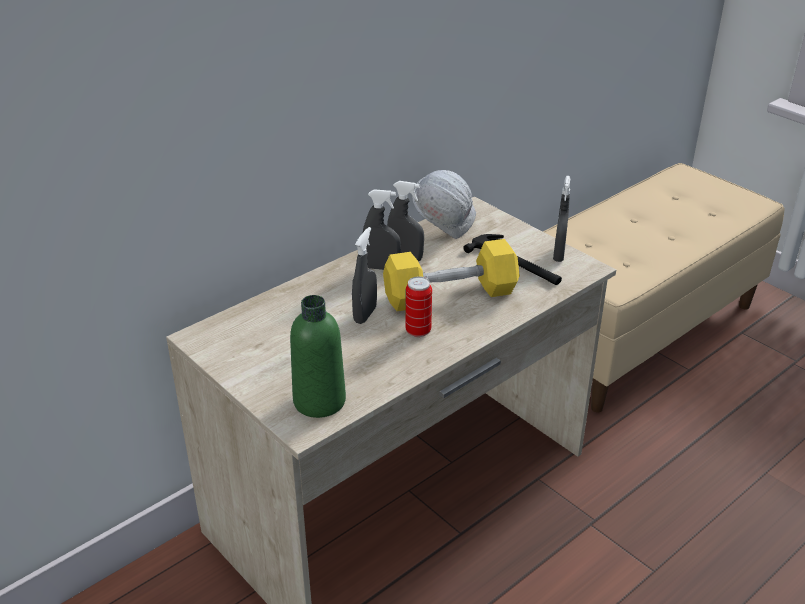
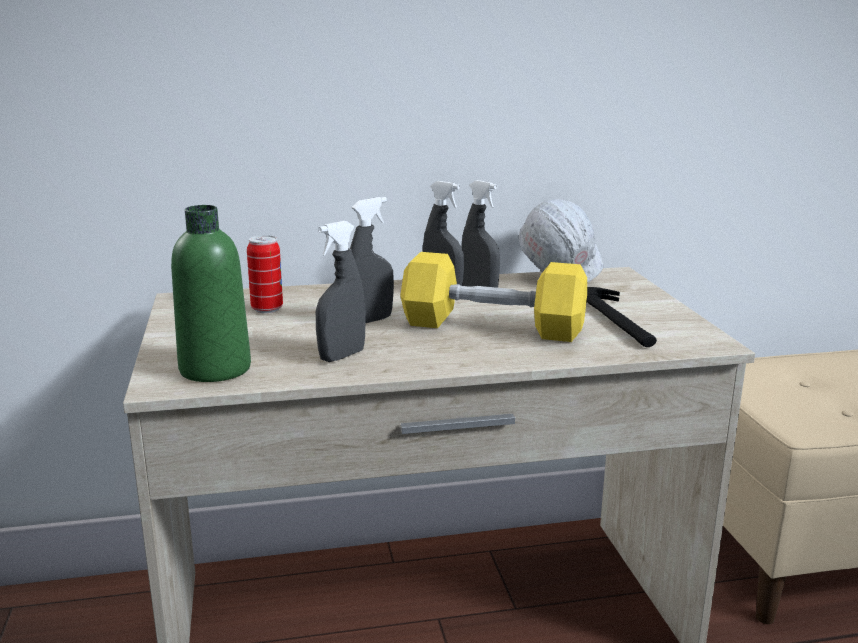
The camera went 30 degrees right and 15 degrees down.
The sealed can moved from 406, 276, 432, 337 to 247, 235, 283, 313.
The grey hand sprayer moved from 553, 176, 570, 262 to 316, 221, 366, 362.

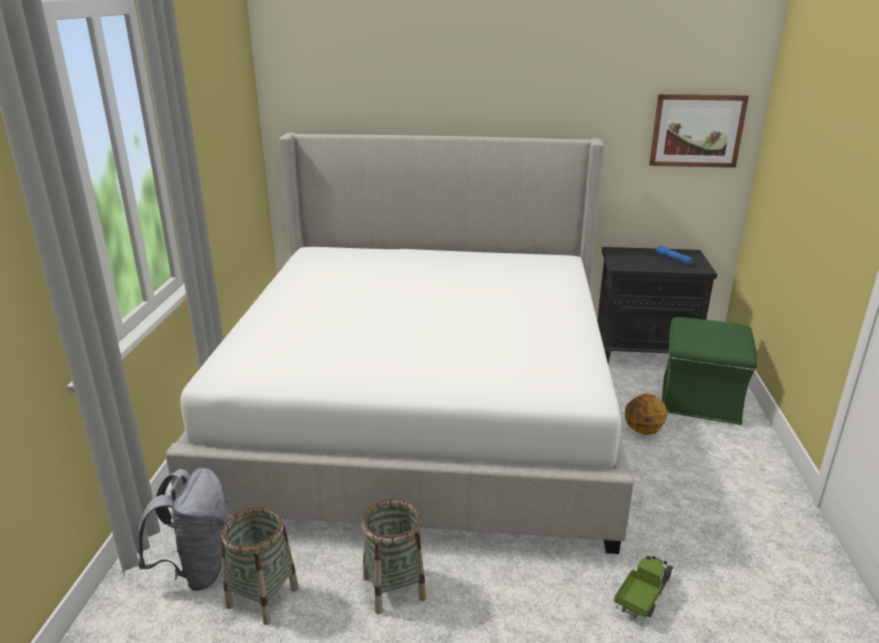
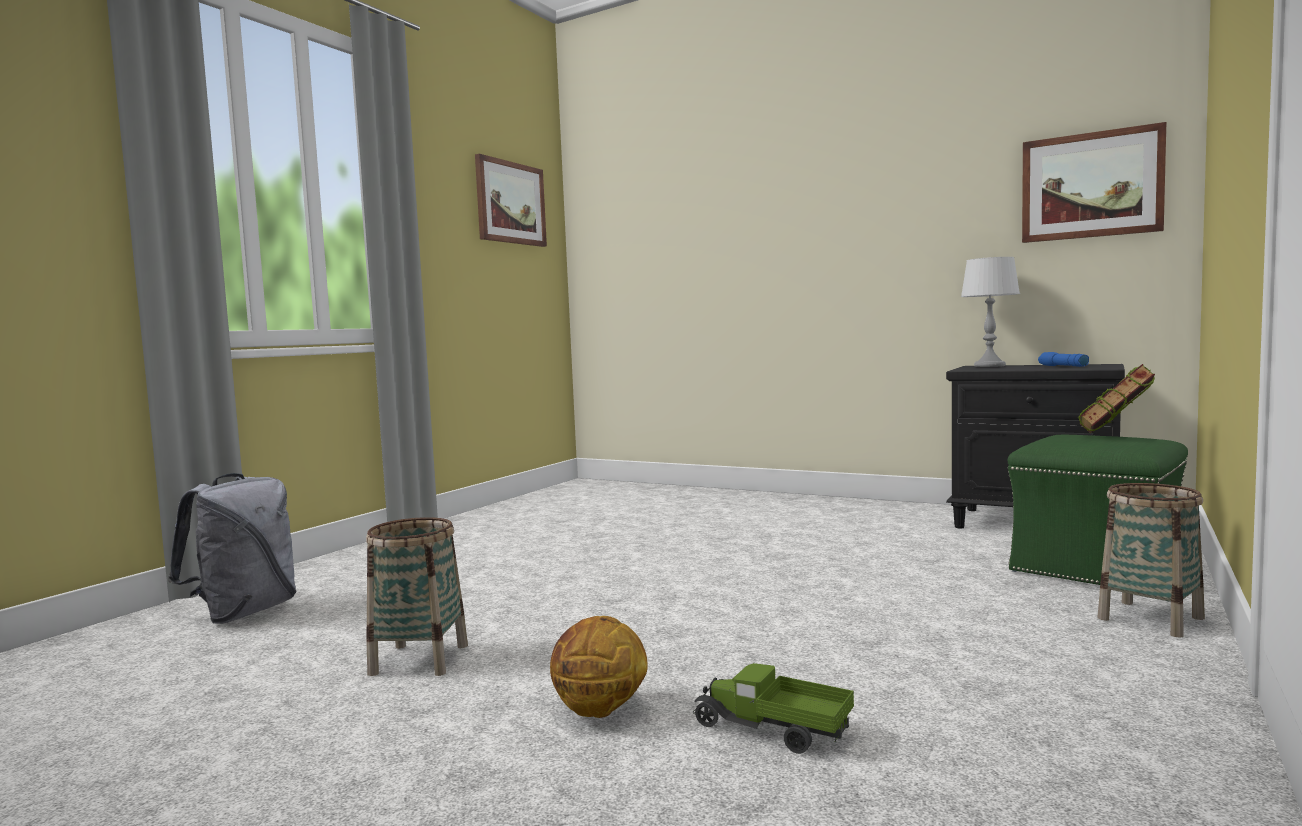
The camera went 25 degrees right and 20 degrees down.
The bedroom bed at 166, 133, 634, 554 disappeared.
The wall art at 475, 154, 547, 247 appeared.
The grey lamp for a table at 961, 257, 1020, 367 appeared.
The book at 1078, 364, 1155, 433 appeared.
The household basket moved from 221, 507, 299, 625 to 1098, 483, 1205, 638.
The basketball ball moved from 625, 393, 667, 435 to 550, 616, 648, 718.
The toy truck at 614, 556, 673, 618 turned 120 degrees counterclockwise.

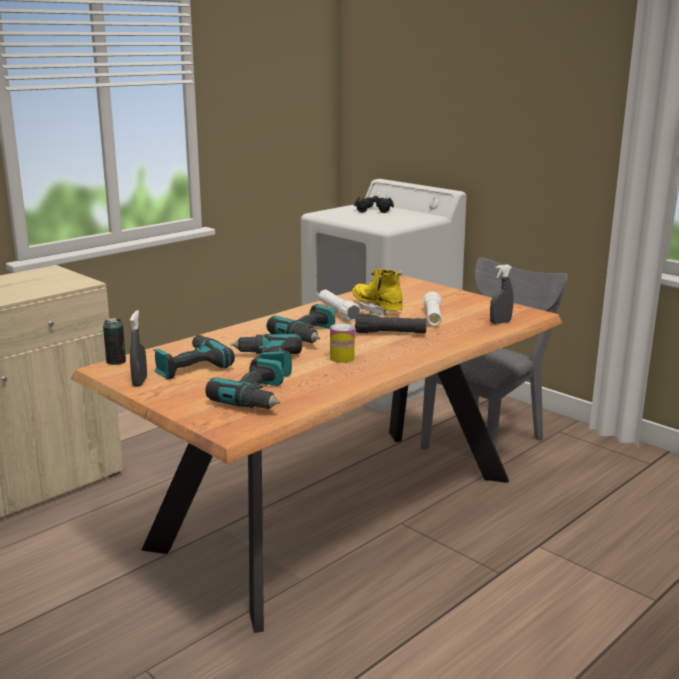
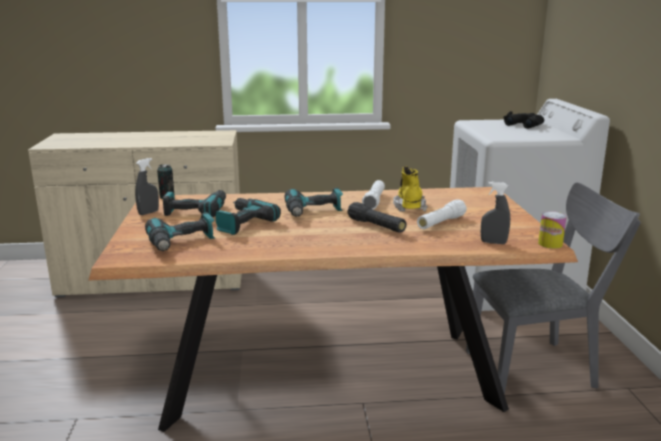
The camera went 40 degrees right and 0 degrees up.
The sealed can moved from 330, 323, 355, 363 to 538, 211, 567, 249.

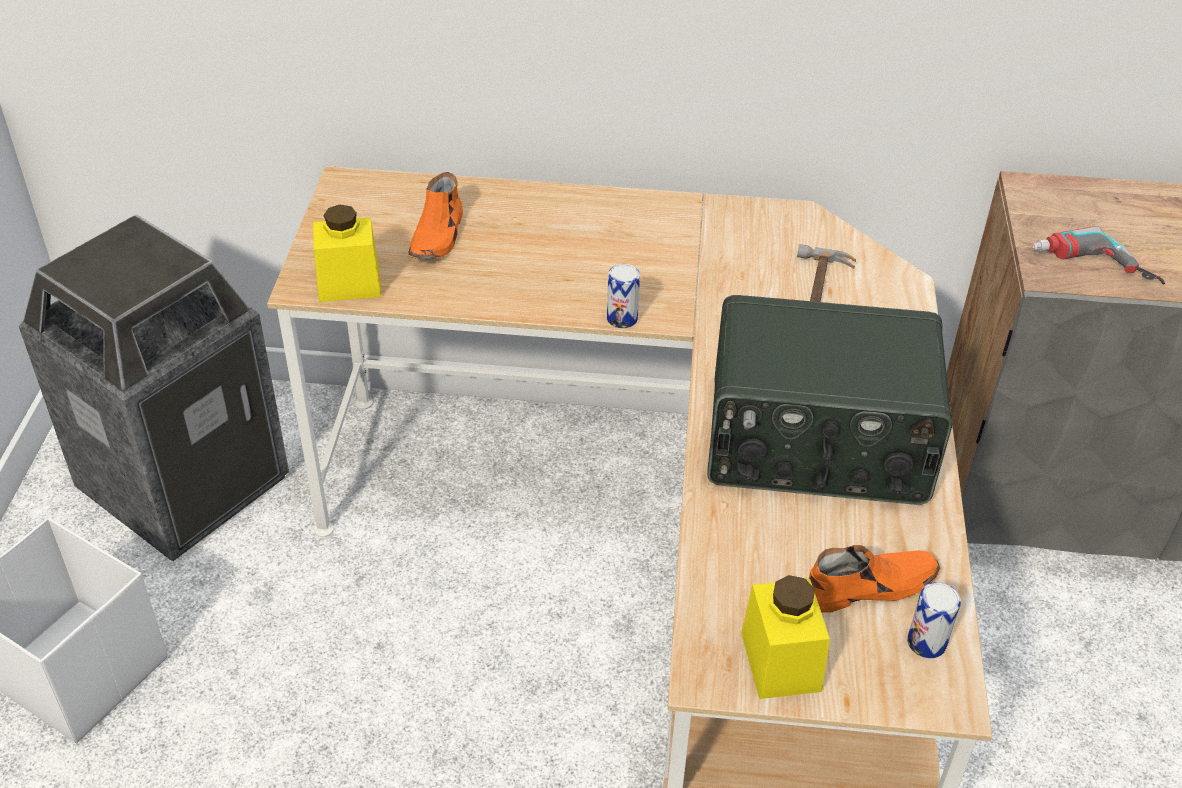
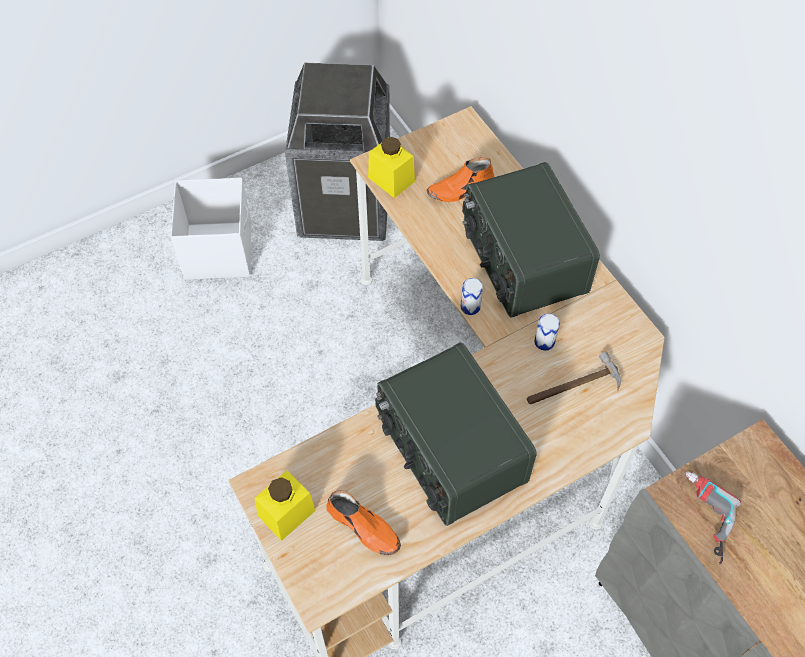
The camera went 55 degrees right and 15 degrees up.
The radio set at 462, 162, 600, 318 appeared.
The sealed can moved from 907, 582, 961, 658 to 534, 313, 560, 351.

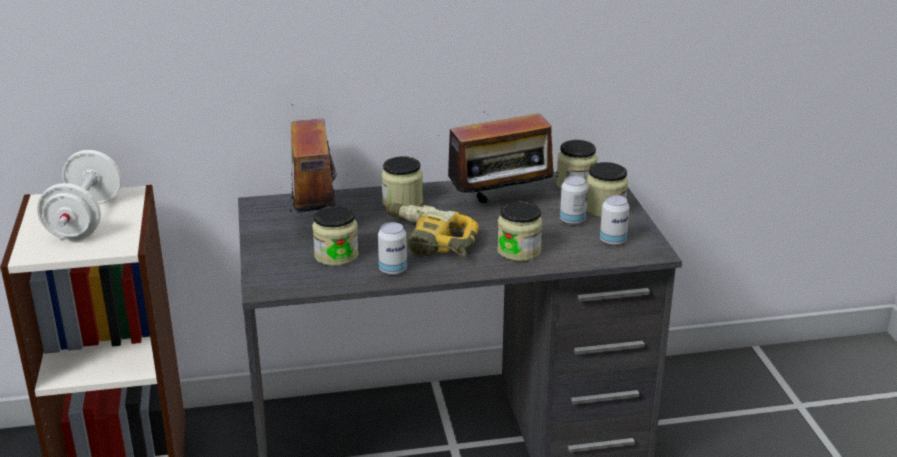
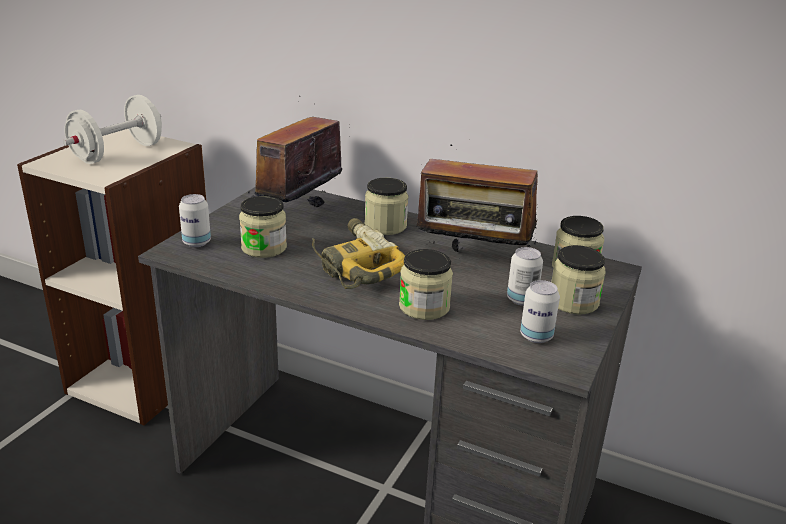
The camera went 35 degrees right and 0 degrees up.
The sealed can moved from 378, 222, 407, 275 to 179, 194, 211, 247.

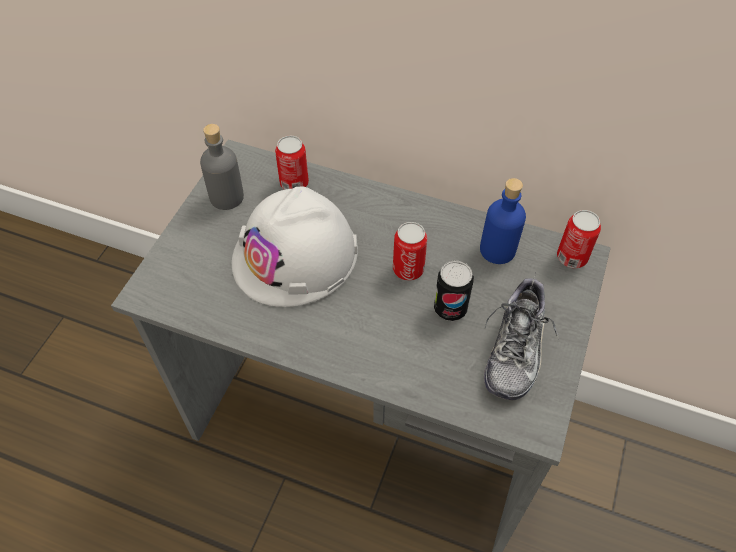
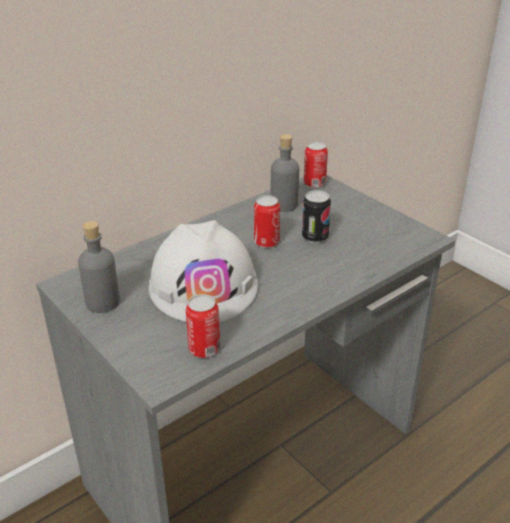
The camera went 60 degrees left and 20 degrees down.
The item of footwear at 484, 273, 559, 400 disappeared.
The sealed can moved from 275, 136, 309, 190 to 186, 294, 220, 358.
The blue-coloured beverage bottle at 480, 178, 526, 264 became the grey beverage bottle at 270, 134, 299, 212.

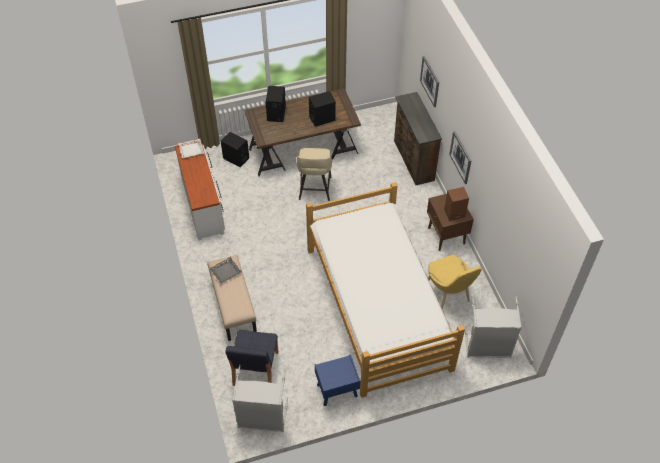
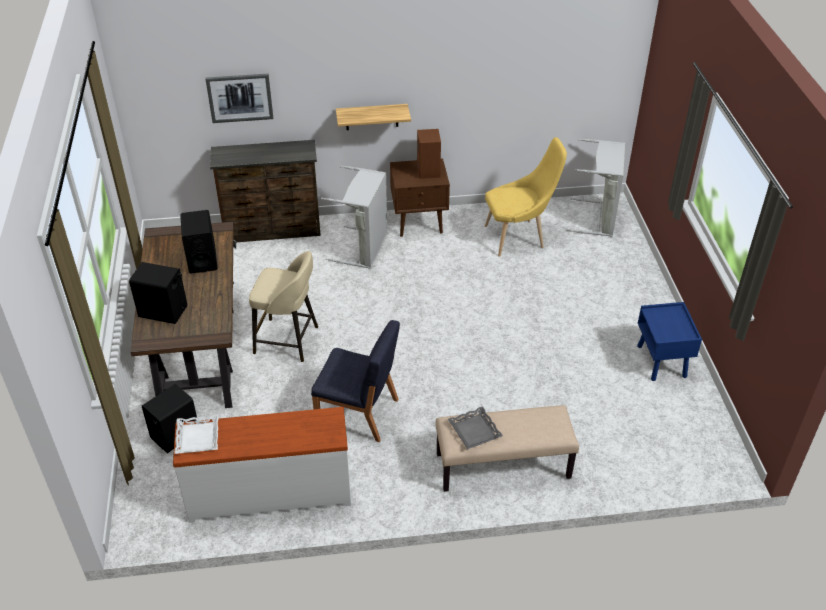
The camera went 80 degrees left and 10 degrees down.
The bedroom bed at 306, 182, 465, 398 disappeared.
The blue-coloured plain chair moved from 225, 330, 278, 386 to 311, 320, 400, 442.
The grey washing basket moved from 232, 365, 288, 432 to 321, 165, 388, 269.
The wall art at 449, 131, 471, 184 was replaced by the shelf at 336, 104, 411, 130.

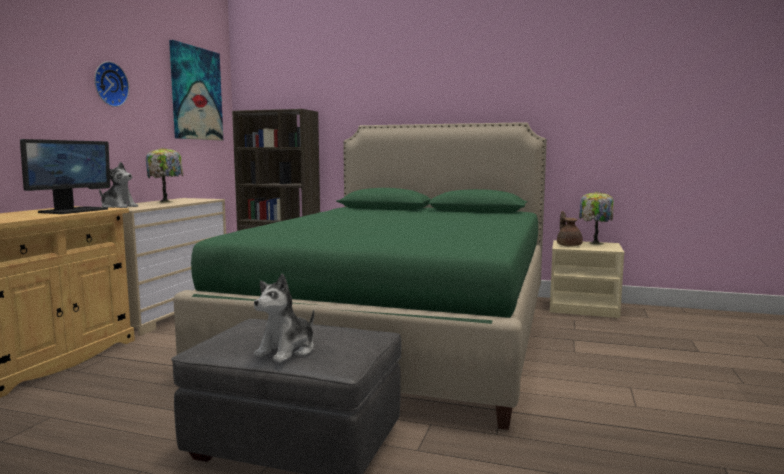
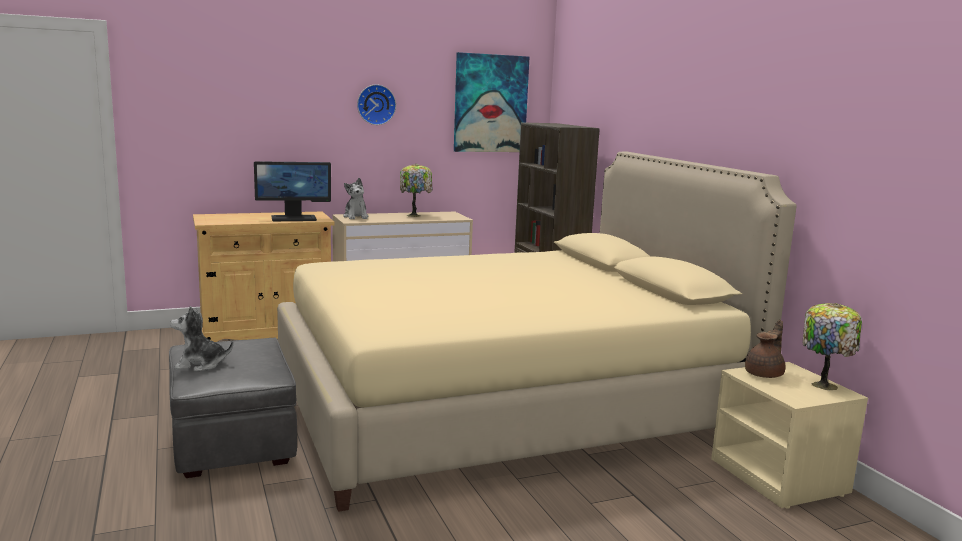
The camera went 50 degrees right and 5 degrees up.
The green-coloured bedroom bed at 173, 122, 547, 430 became the sand-coloured bedroom bed at 277, 152, 797, 512.

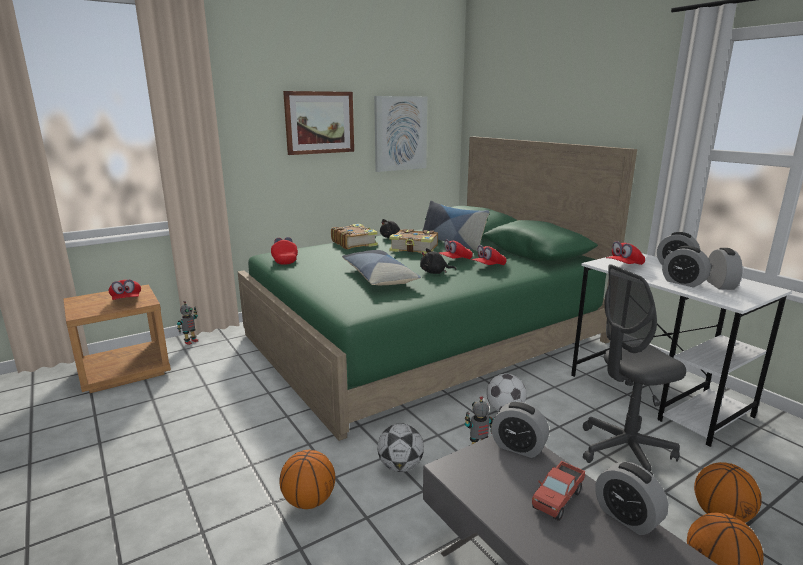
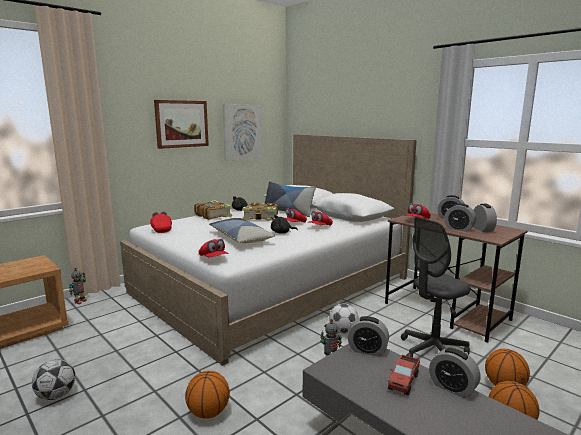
The camera went 10 degrees left and 5 degrees down.
The red-coloured baseball cap moved from 109, 280, 141, 300 to 199, 239, 228, 258.
The football ball moved from 377, 423, 424, 472 to 32, 359, 75, 400.
The green-coloured bedroom bed at 238, 136, 637, 441 became the white-coloured bedroom bed at 120, 134, 417, 366.
The white-coloured desk table at 571, 253, 792, 447 became the brown-coloured desk table at 385, 213, 527, 343.

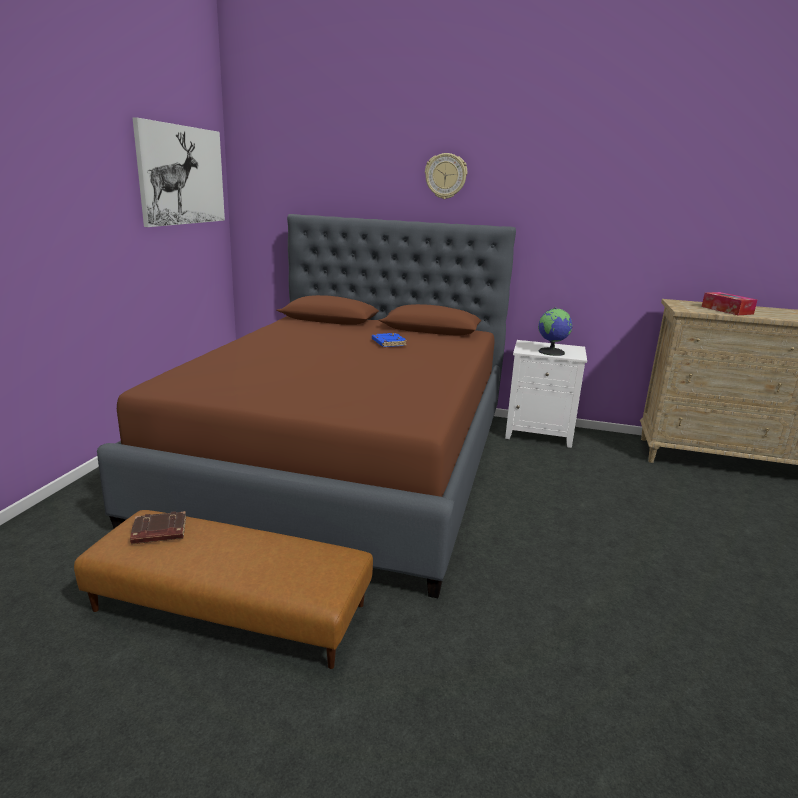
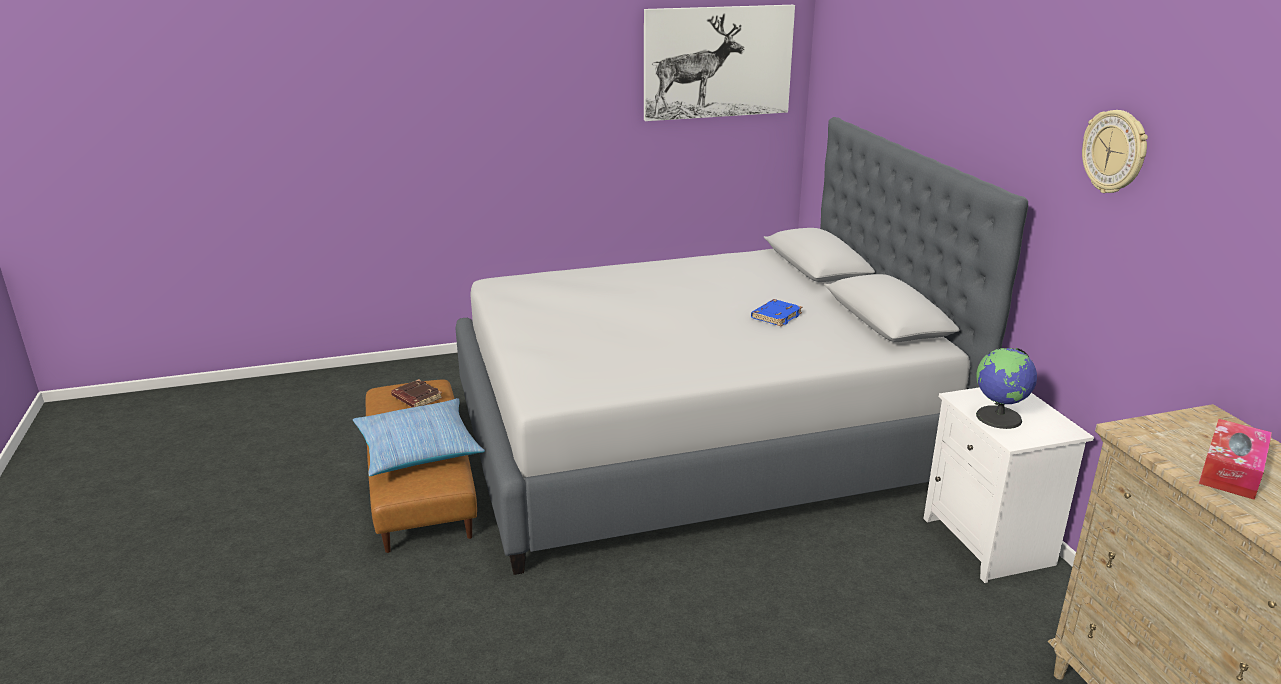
The camera went 60 degrees right and 5 degrees up.
The cushion at 353, 398, 485, 476 appeared.
The wall clock moved from 425, 153, 467, 199 to 1082, 110, 1148, 193.
The brown-coloured bedroom bed at 97, 214, 516, 598 became the grey bedroom bed at 455, 117, 1028, 575.

